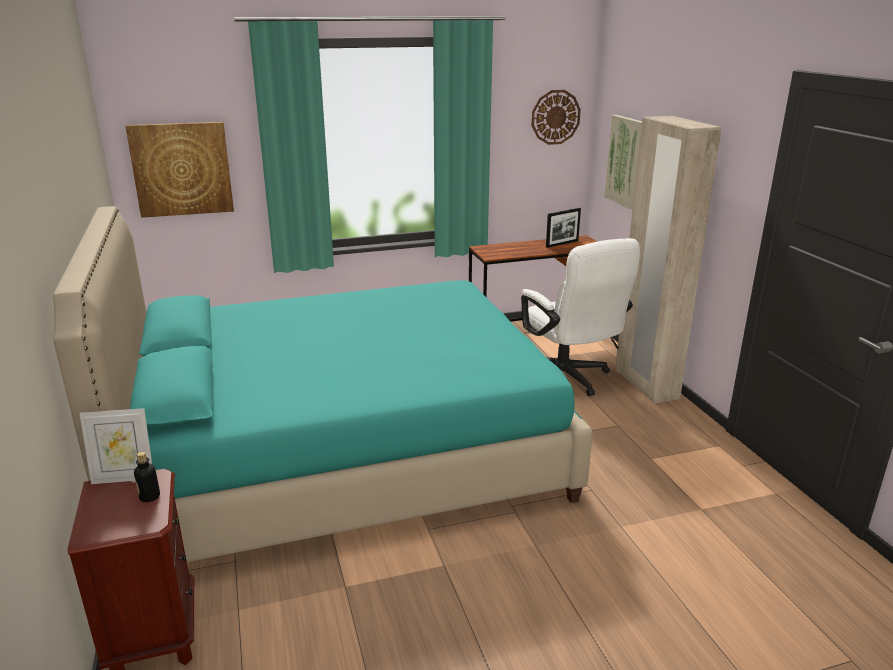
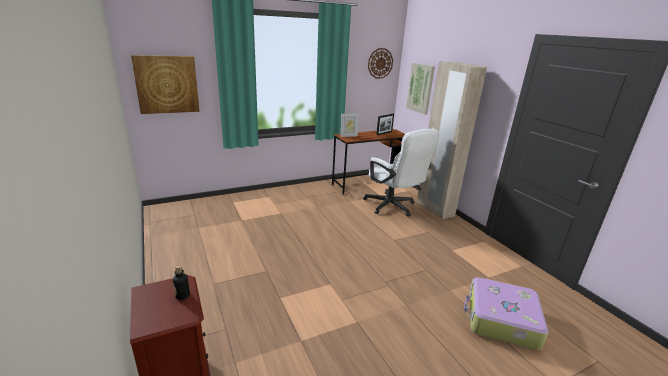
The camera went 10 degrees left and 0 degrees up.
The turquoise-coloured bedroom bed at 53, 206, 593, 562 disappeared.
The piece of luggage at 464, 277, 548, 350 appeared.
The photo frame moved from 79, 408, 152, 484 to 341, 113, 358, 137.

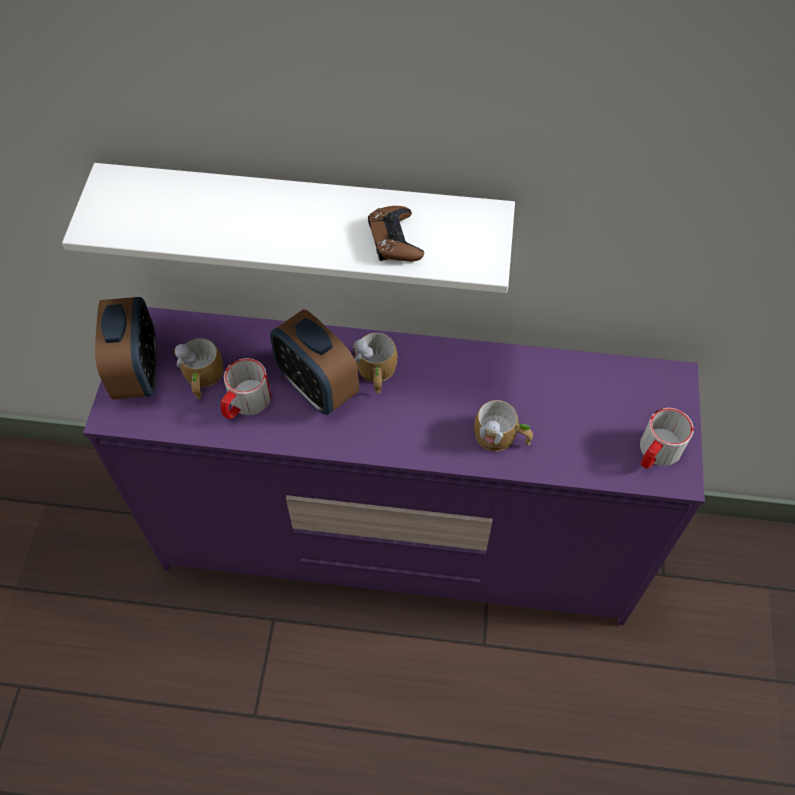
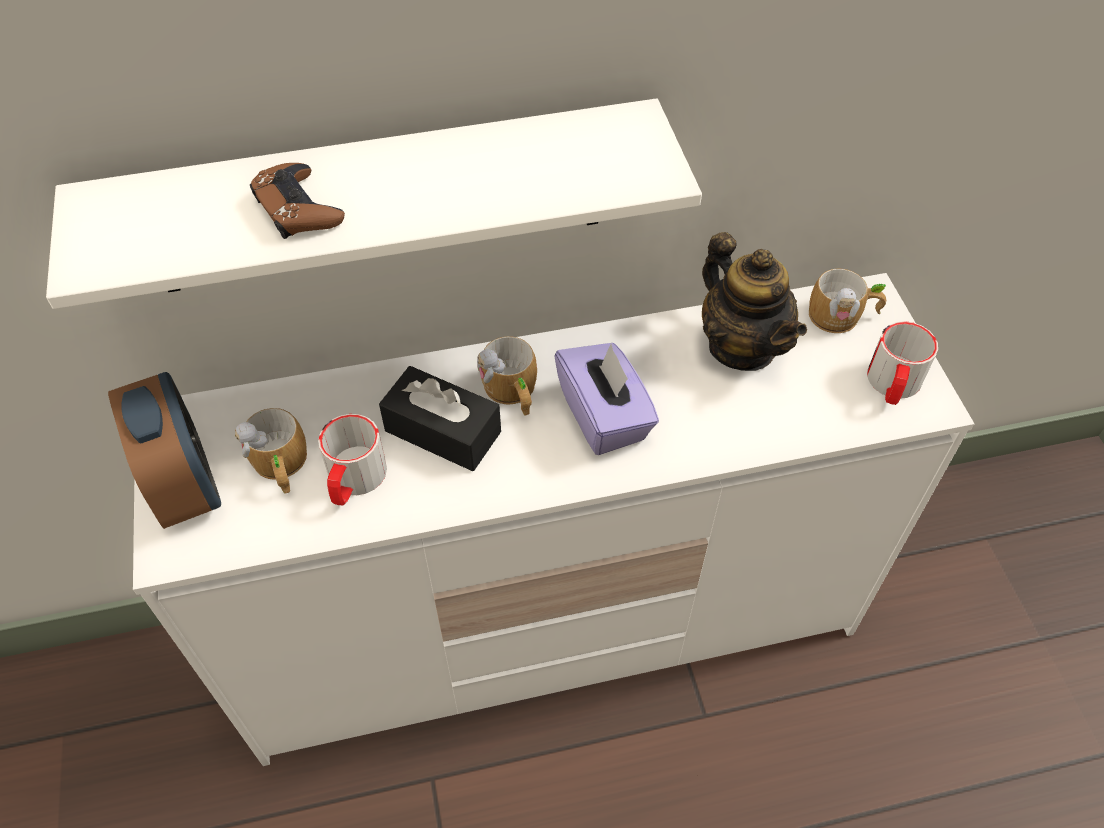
The camera went 20 degrees left and 5 degrees down.
The purplish tissue box at 554, 343, 659, 455 appeared.
The teapot at 702, 232, 807, 371 appeared.
The brown-coloured game controller moved from 368, 206, 424, 262 to 250, 163, 345, 239.
The mug moved from 474, 400, 533, 451 to 809, 269, 886, 333.
The alarm clock at 270, 309, 359, 415 was replaced by the black-coloured tissue box at 379, 366, 501, 471.
The purplish chest of drawers at 83, 307, 705, 625 became the white-coloured chest of drawers at 133, 273, 974, 766.

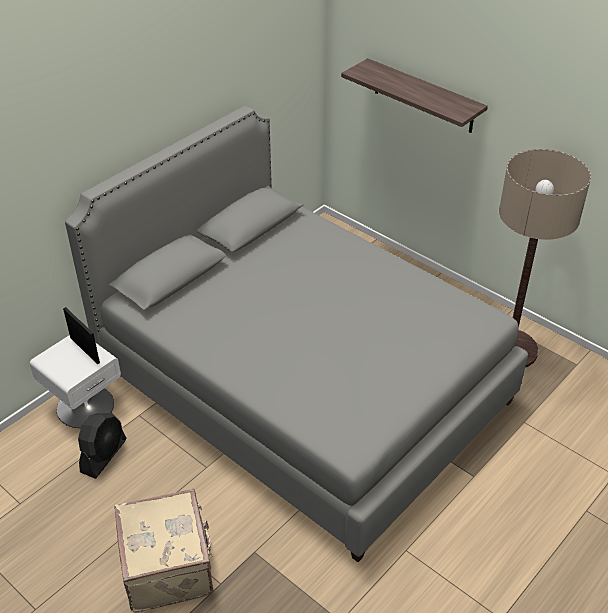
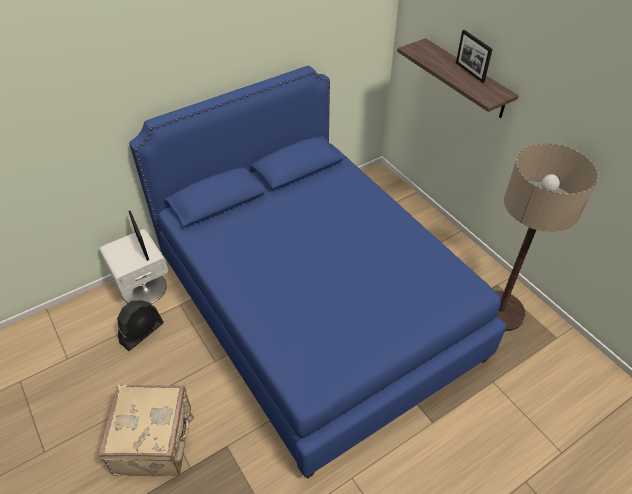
The camera went 15 degrees right and 5 degrees up.
The photo frame at 456, 30, 493, 83 appeared.
The grey bedroom bed at 65, 106, 528, 562 became the blue-coloured bedroom bed at 129, 66, 506, 478.

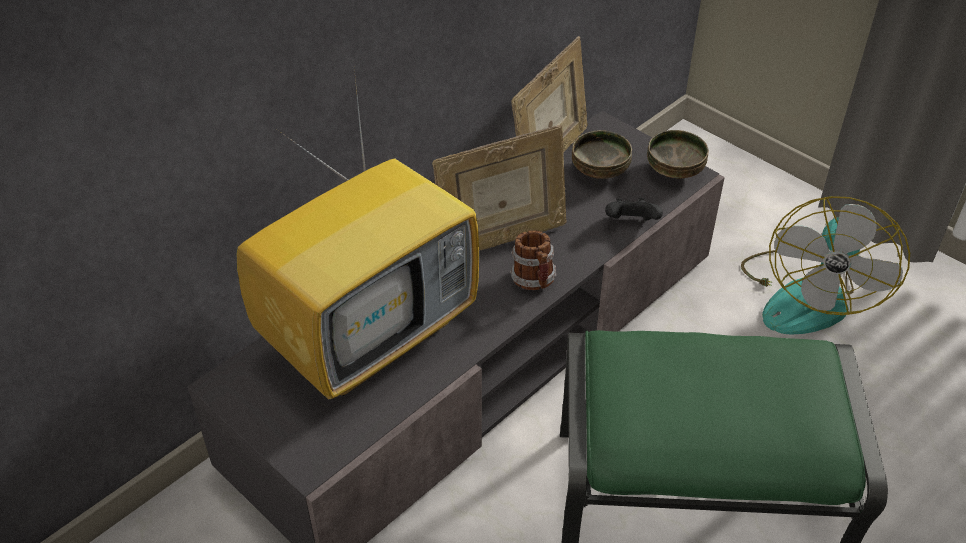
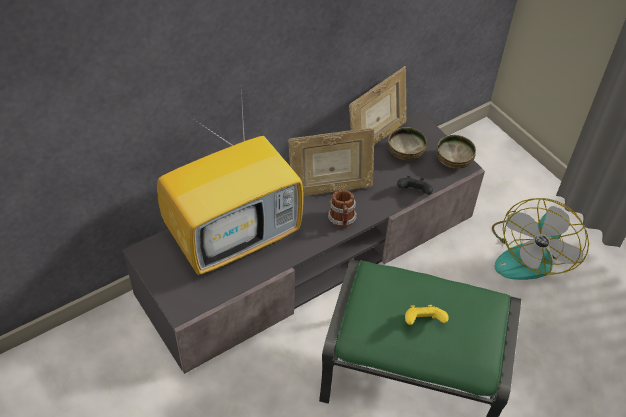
The camera went 10 degrees right and 5 degrees up.
The yellowish game controller at 405, 305, 449, 325 appeared.

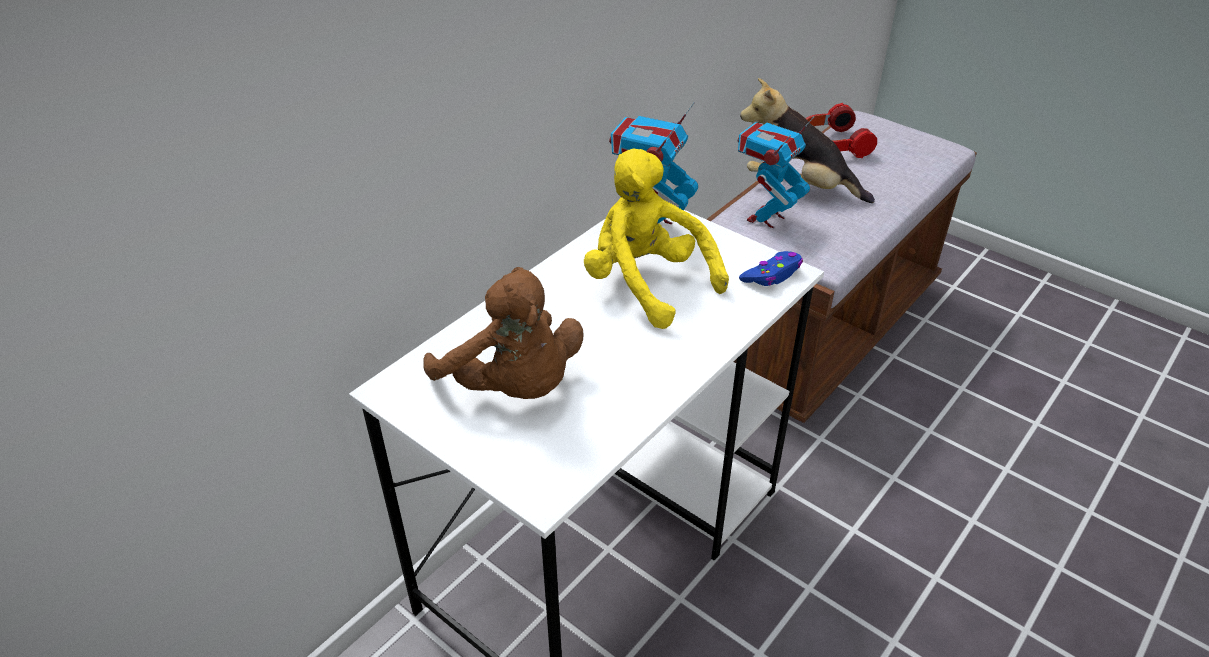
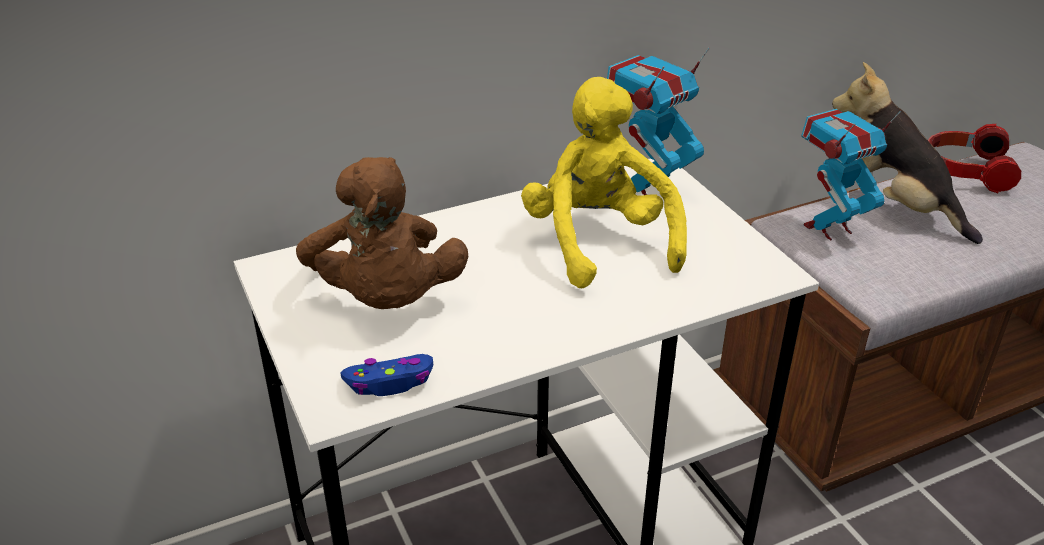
The camera went 25 degrees right and 5 degrees down.
The blue-coloured game controller moved from 739, 251, 803, 286 to 340, 354, 433, 396.

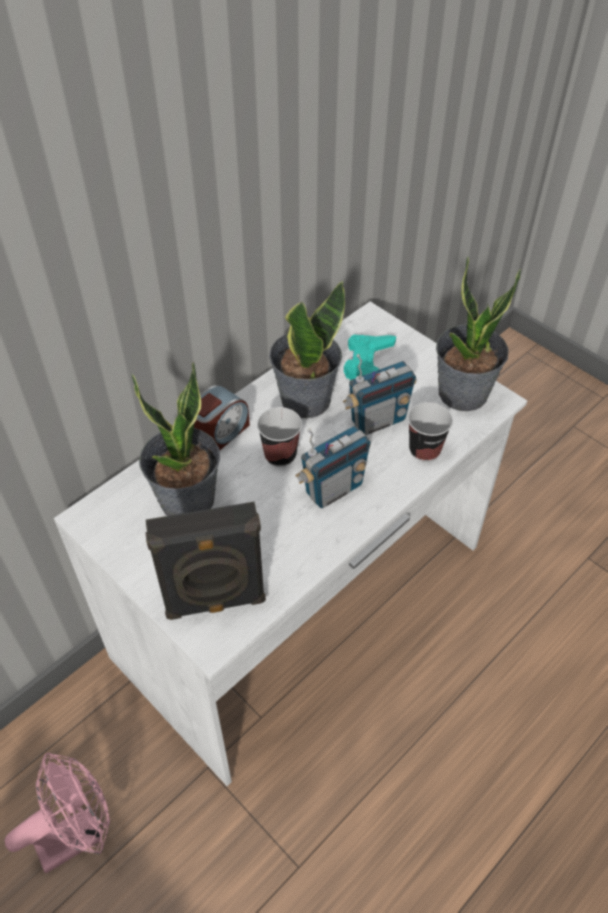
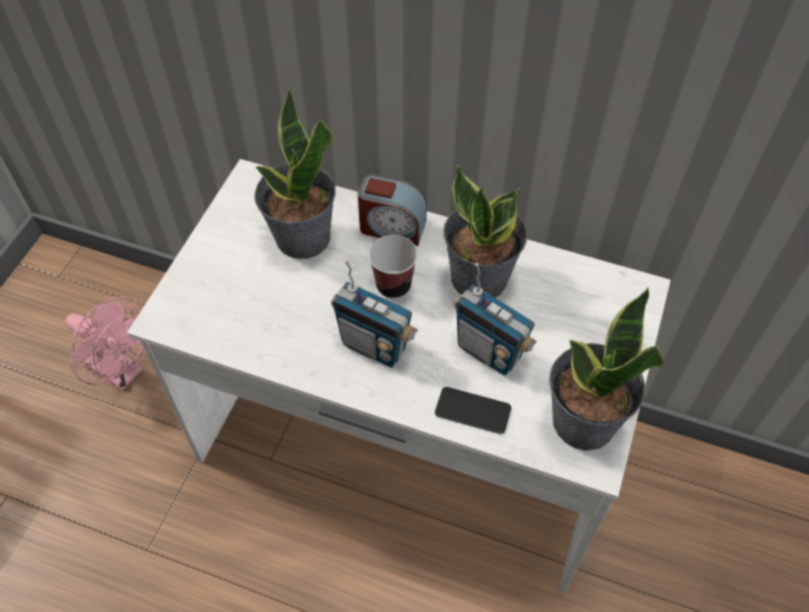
The camera went 65 degrees right and 5 degrees up.
The black-coloured loudspeaker at 145, 502, 266, 620 disappeared.
The turquoise-coloured game controller at 344, 335, 396, 381 disappeared.
The small cup at 408, 402, 453, 462 was replaced by the telephone at 435, 387, 511, 434.

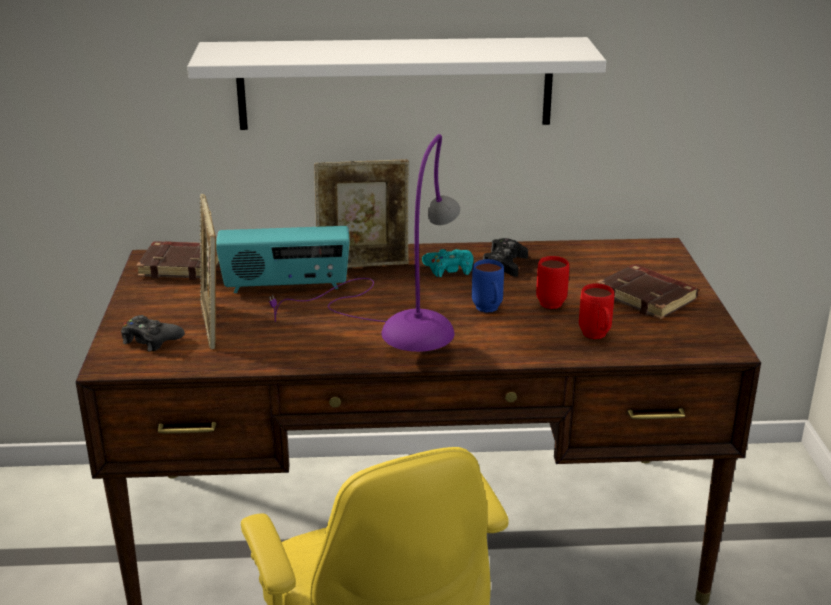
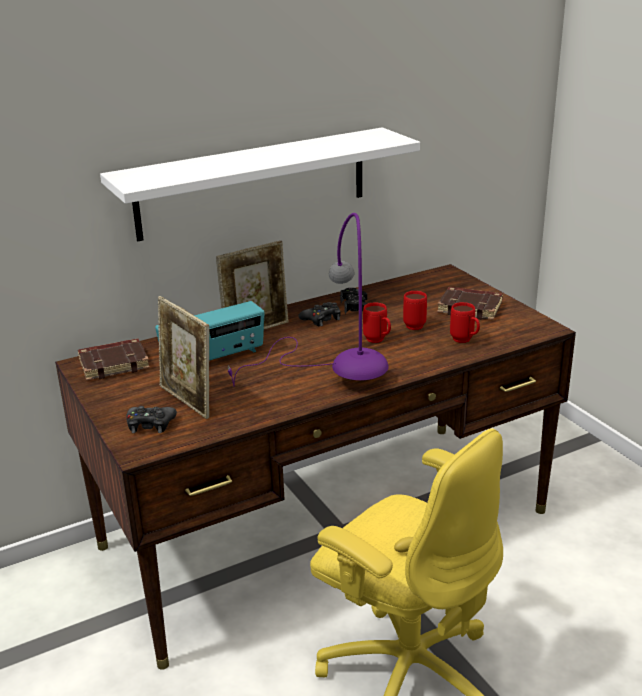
The camera went 25 degrees left and 0 degrees up.
The turquoise-coloured game controller at 422, 249, 474, 277 became the black-coloured game controller at 298, 302, 341, 326.
The blue-coloured mug at 472, 259, 504, 313 became the red-coloured mug at 363, 302, 391, 343.

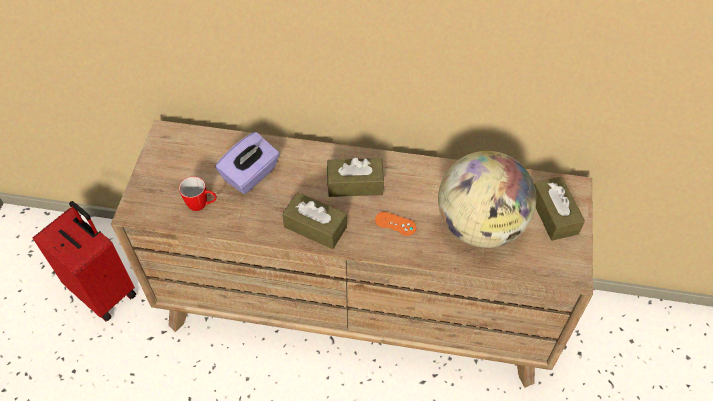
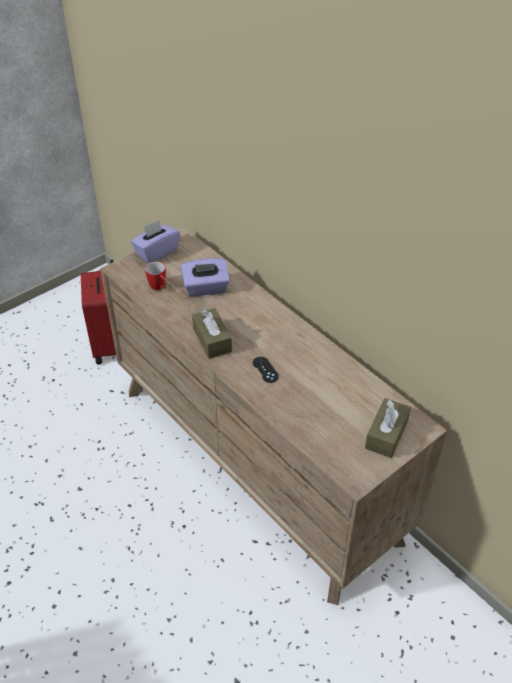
The camera went 40 degrees right and 10 degrees down.
The brown-coloured tissue box at 327, 157, 384, 197 disappeared.
The world globe at 438, 151, 536, 248 disappeared.
The purplish tissue box at 131, 220, 180, 264 appeared.
The orange game controller at 375, 212, 416, 236 became the black-coloured game controller at 253, 357, 279, 383.

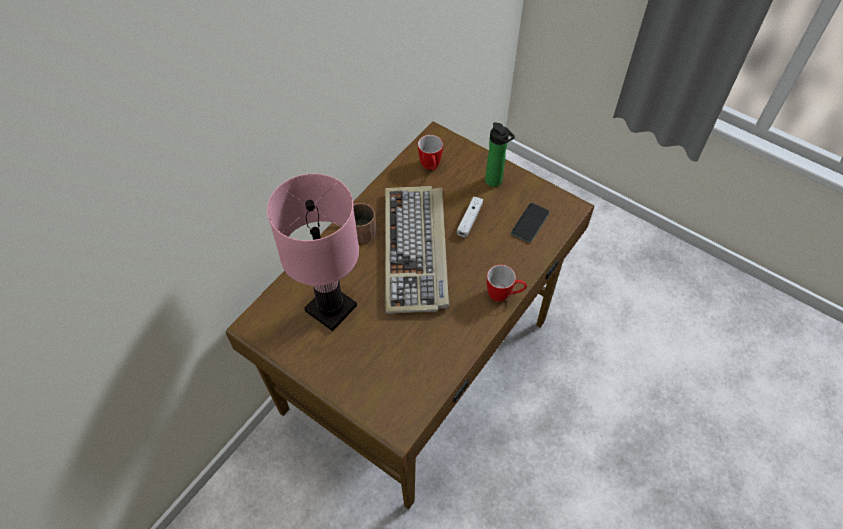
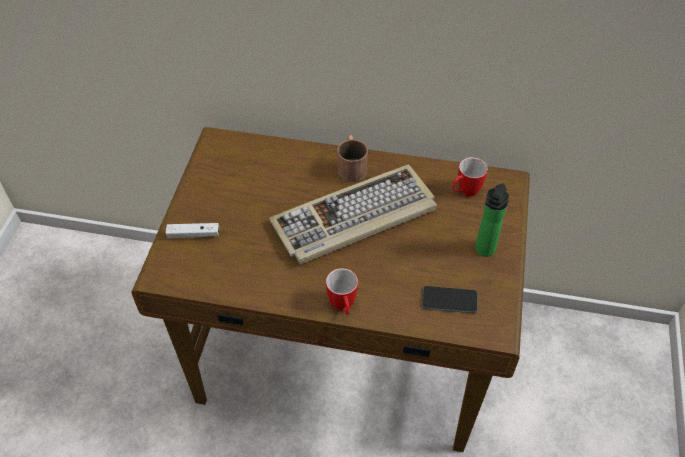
The camera went 65 degrees right and 5 degrees down.
The pinkish lamp for a table at 267, 174, 359, 331 disappeared.
The white-coloured game controller moved from 457, 196, 483, 237 to 166, 223, 219, 238.

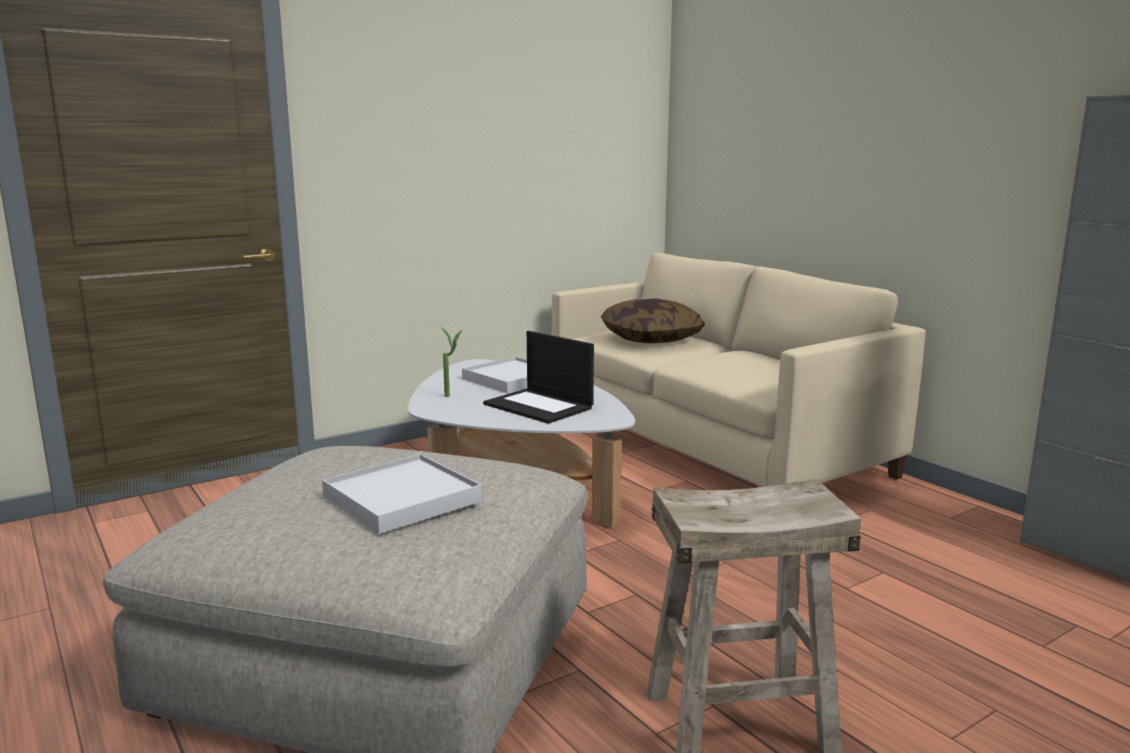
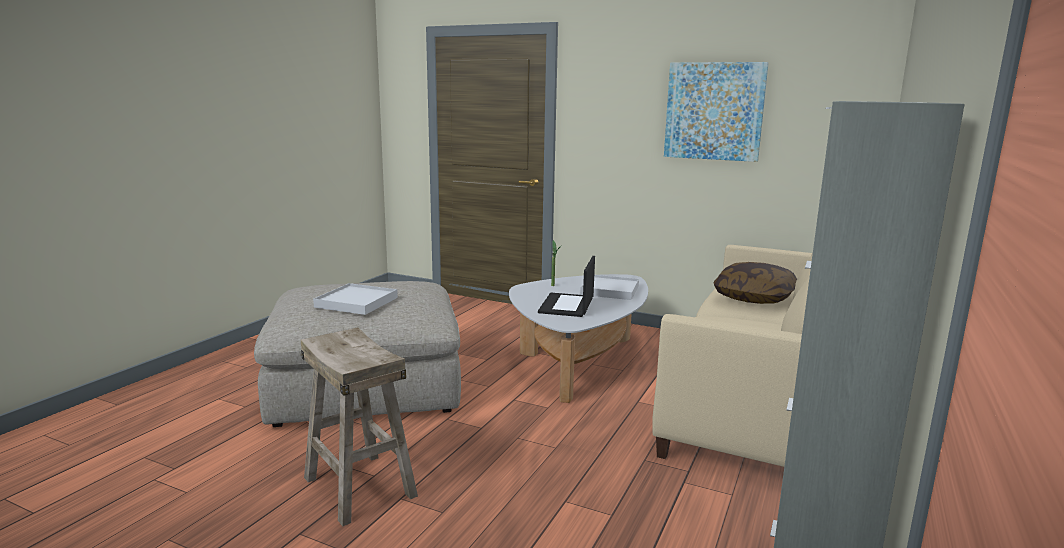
The camera went 60 degrees right and 0 degrees up.
The wall art at 664, 62, 769, 162 appeared.

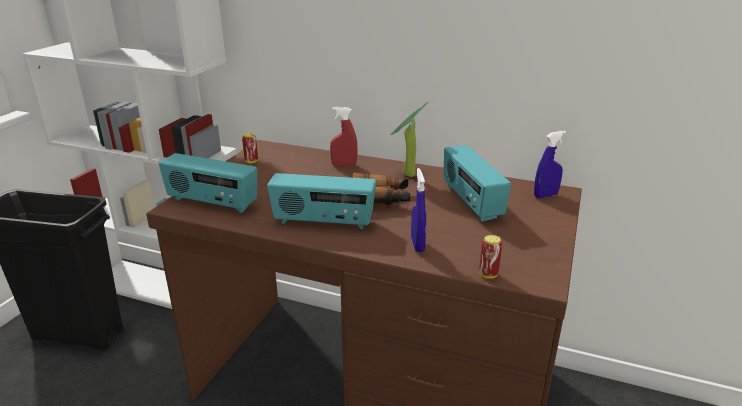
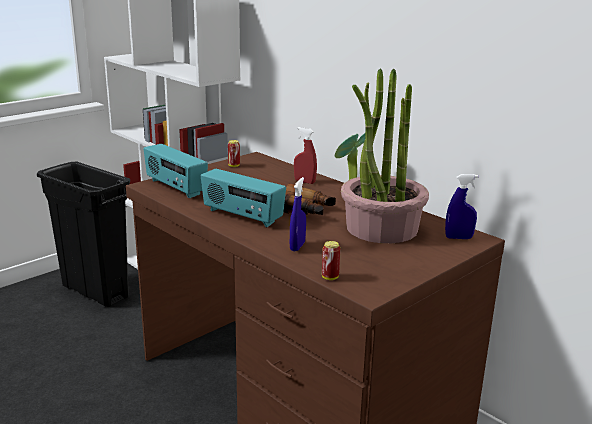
The camera went 25 degrees right and 5 degrees down.
The radio set at 444, 145, 511, 222 was replaced by the houseplant at 341, 69, 429, 243.

